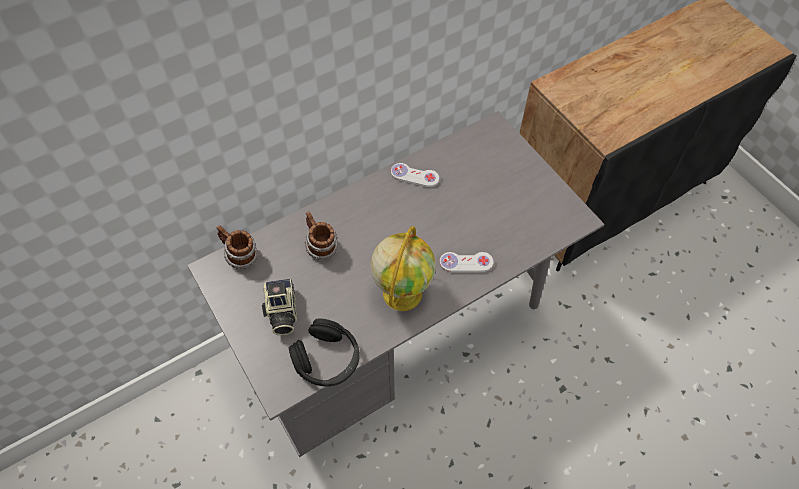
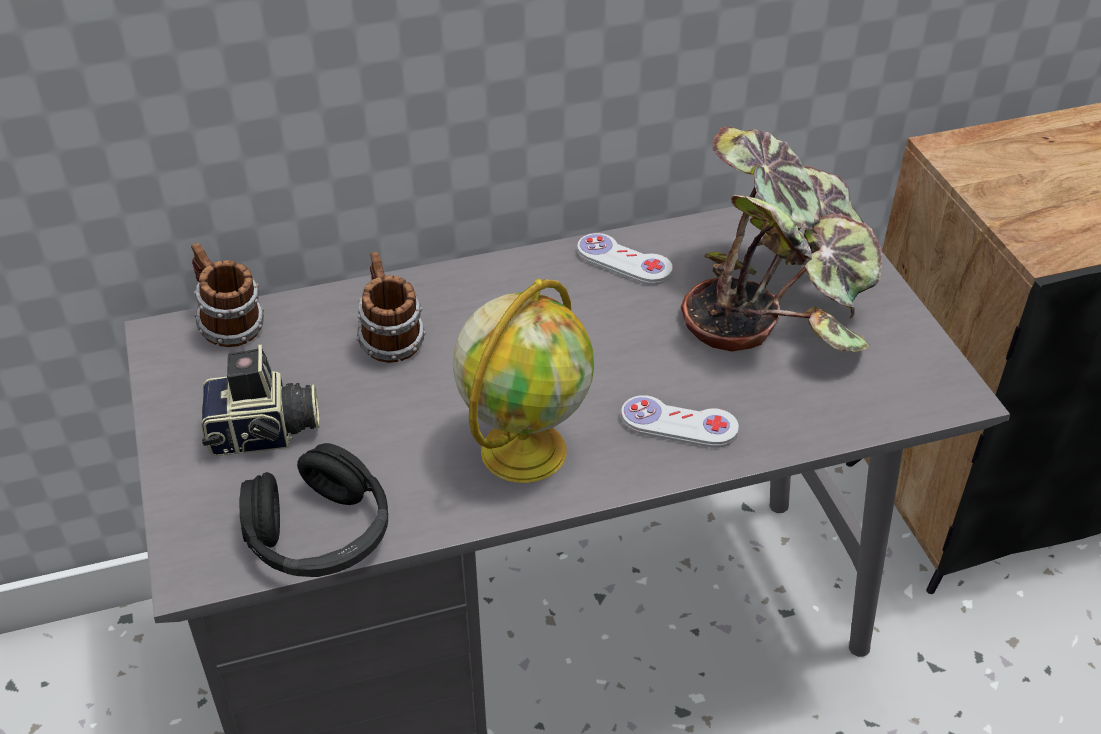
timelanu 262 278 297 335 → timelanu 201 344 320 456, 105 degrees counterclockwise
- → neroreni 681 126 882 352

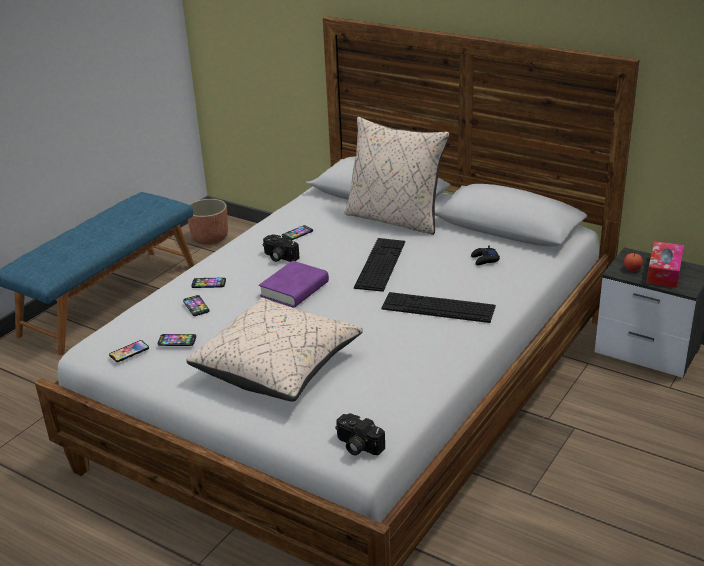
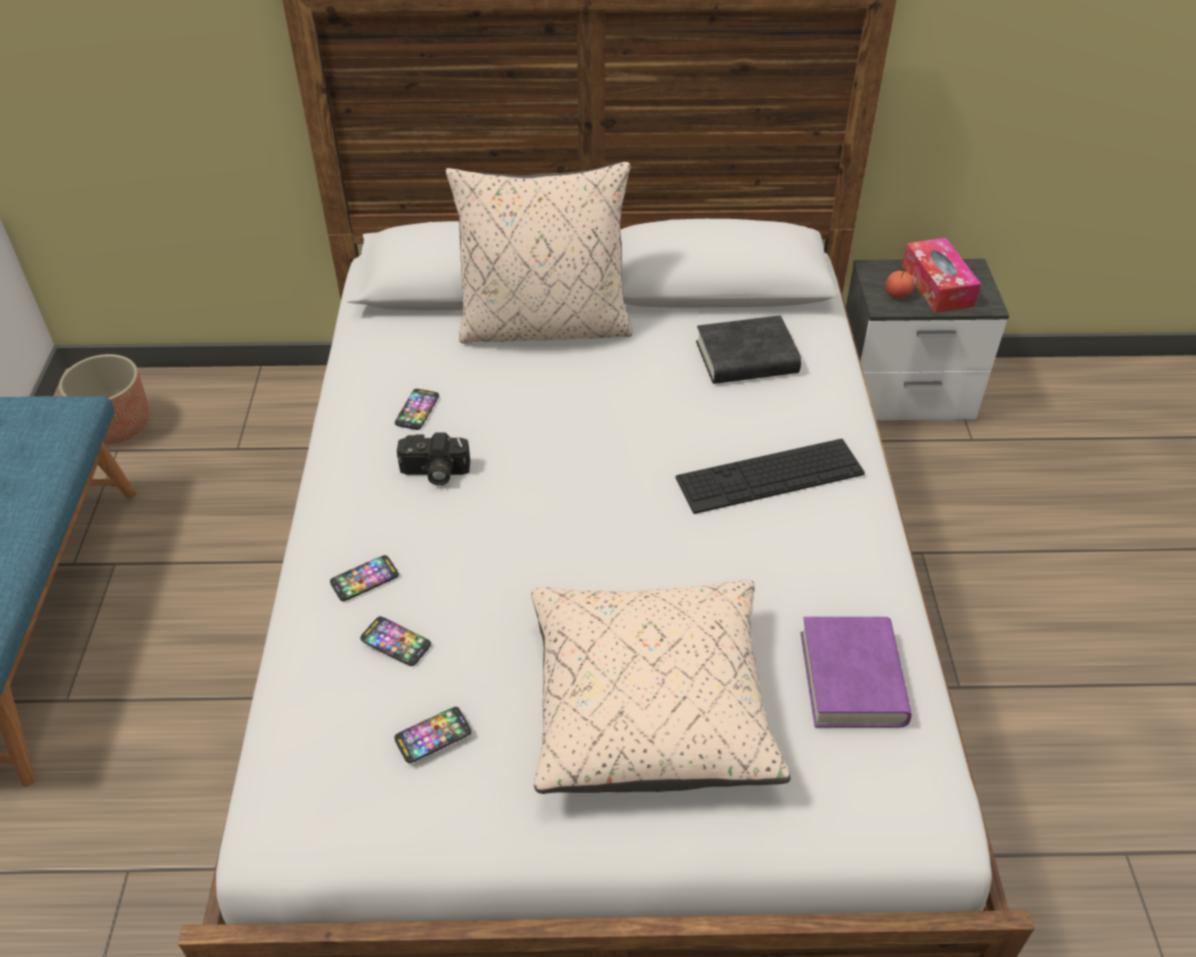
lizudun 109 340 149 362 → -
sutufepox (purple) 259 261 329 308 → sutufepox (purple) 801 617 912 727, shifted
timelanu 335 413 385 455 → -
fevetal 354 238 405 292 → -
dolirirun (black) 471 246 500 265 → sutufepox (black) 696 315 801 384

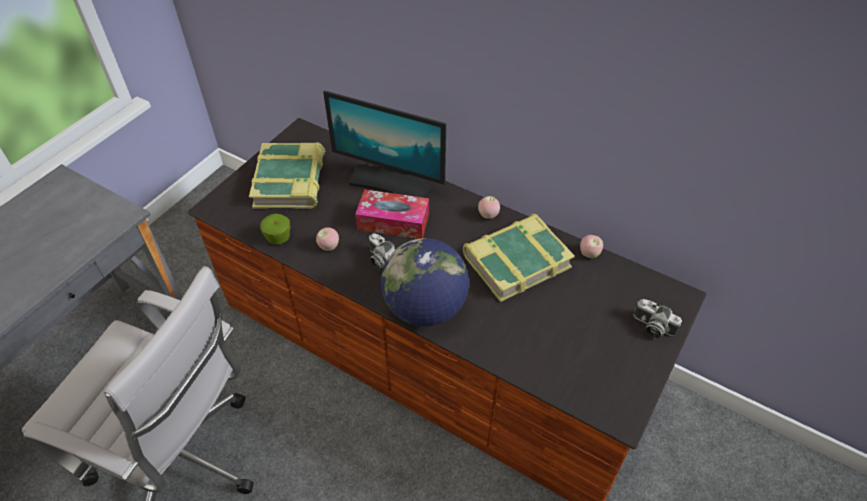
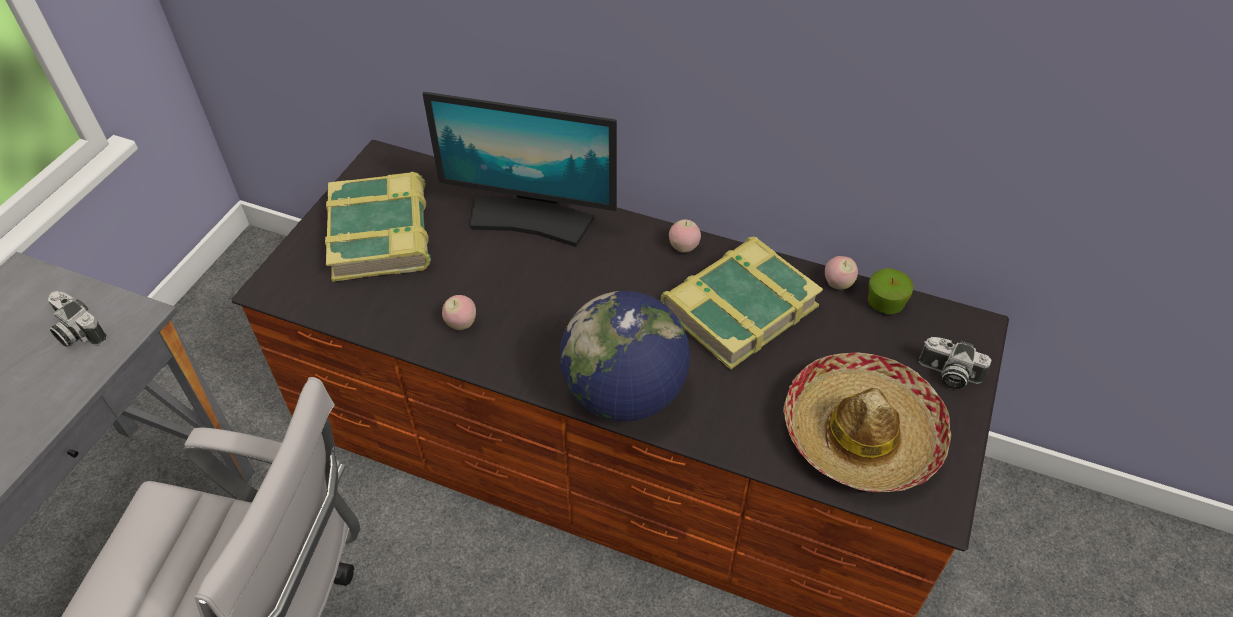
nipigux 260 214 290 244 → nipigux 868 268 914 314, shifted
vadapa 355 189 429 239 → -
timelanu 369 233 395 270 → timelanu 48 291 107 347, shifted
- → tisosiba 784 353 951 492

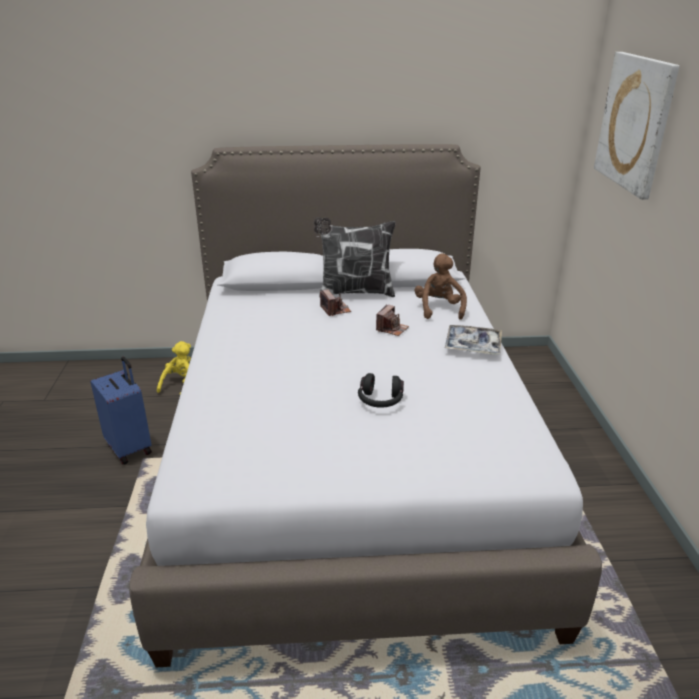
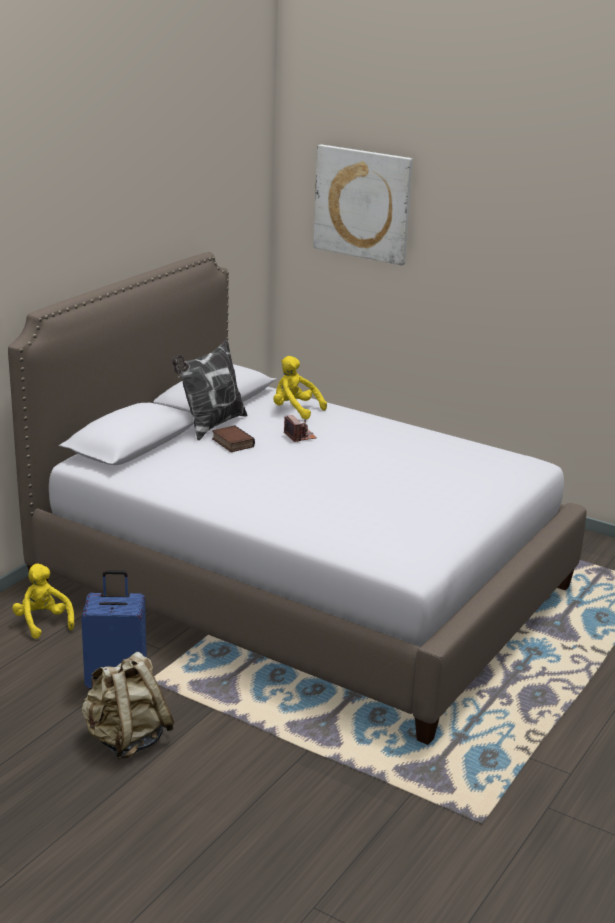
timelanu 320 290 351 316 → sutufepox 212 425 255 452
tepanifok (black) 358 373 404 408 → -
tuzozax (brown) 415 253 467 320 → tuzozax (yellow) 273 356 327 419
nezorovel 445 325 502 355 → -
- → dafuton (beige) 81 652 174 759

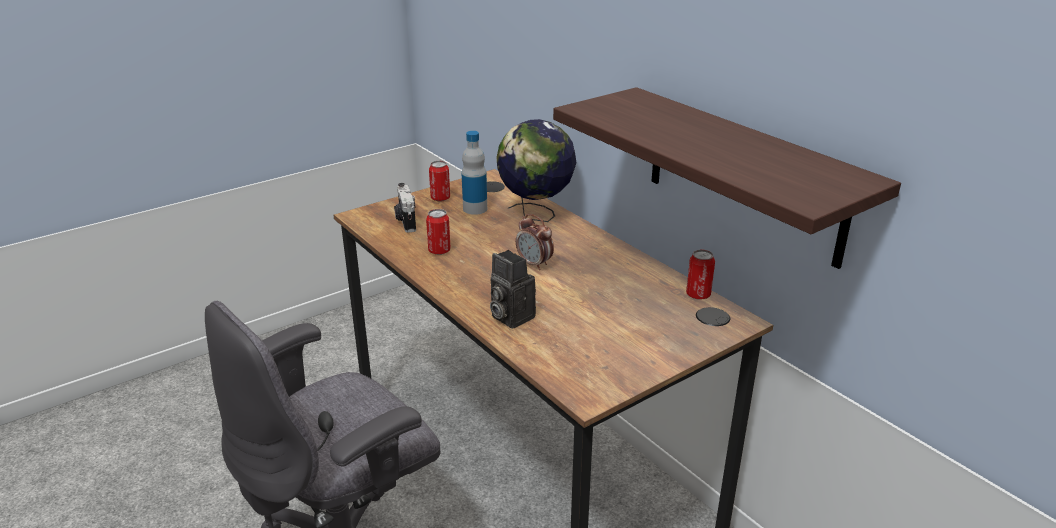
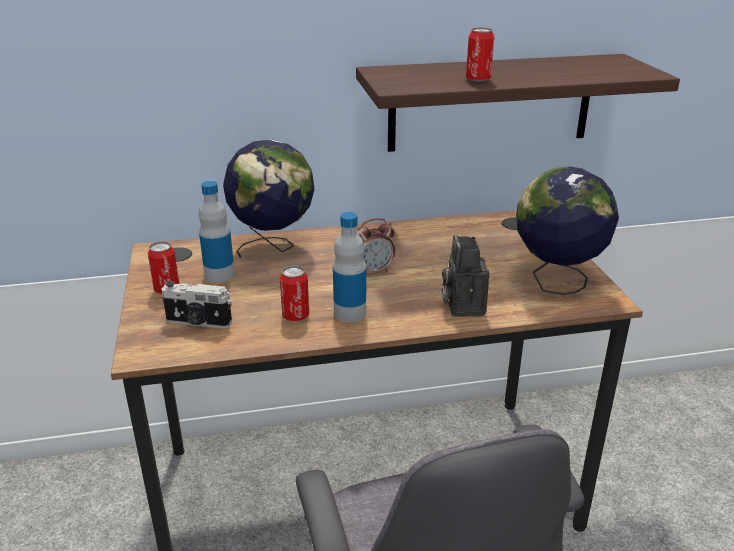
timelanu 490 250 536 329 → timelanu 441 234 489 317, 105 degrees clockwise
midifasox 686 249 715 300 → midifasox 466 27 494 82, shifted
- → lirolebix 333 212 366 322
- → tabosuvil 516 166 619 295

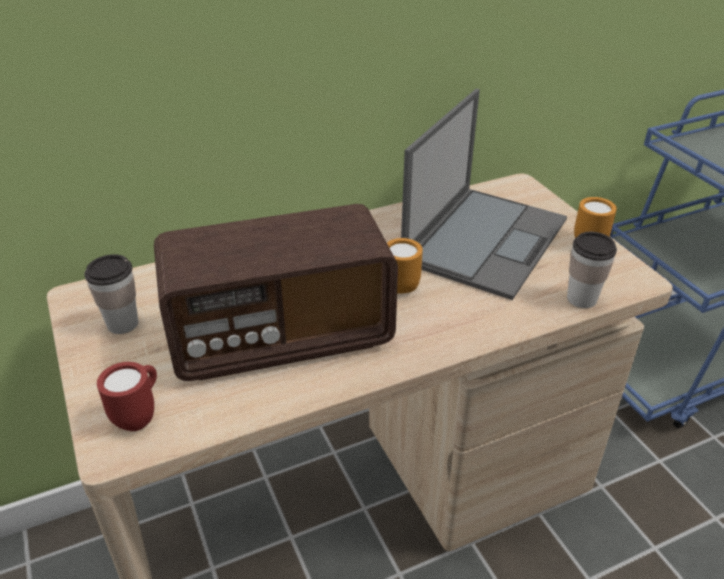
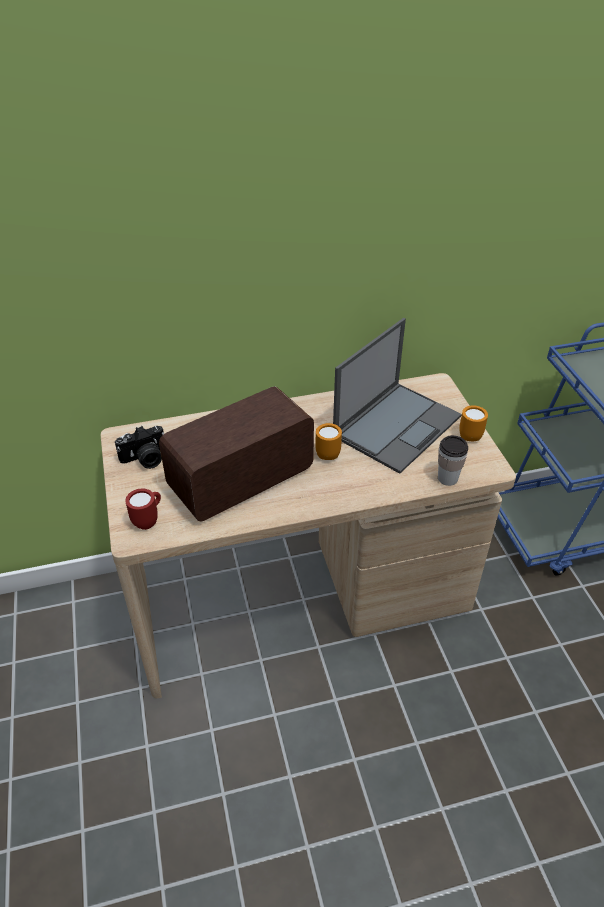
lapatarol 84 254 139 334 → timelanu 115 426 164 469
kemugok 154 204 398 381 → kemugok 159 386 314 521, 150 degrees clockwise

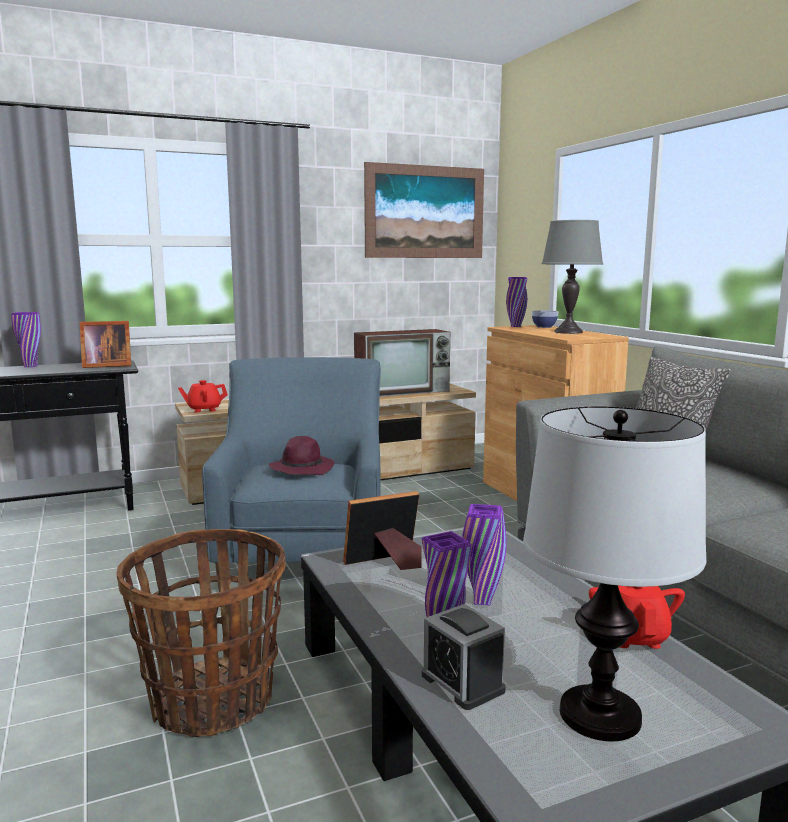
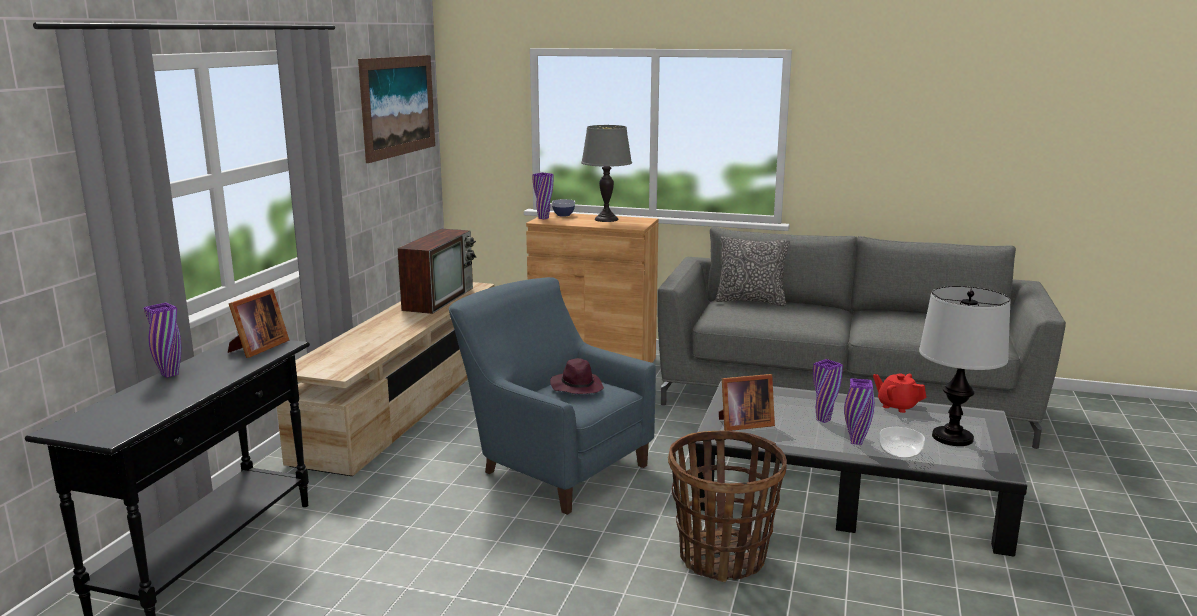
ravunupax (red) 178 380 228 413 → -
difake 343 491 422 570 → difake 719 374 775 431, 120 degrees counterclockwise
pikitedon 422 604 506 710 → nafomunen 879 427 925 459

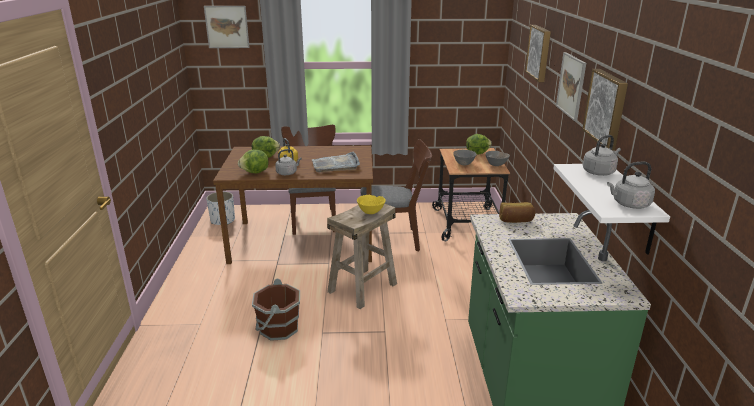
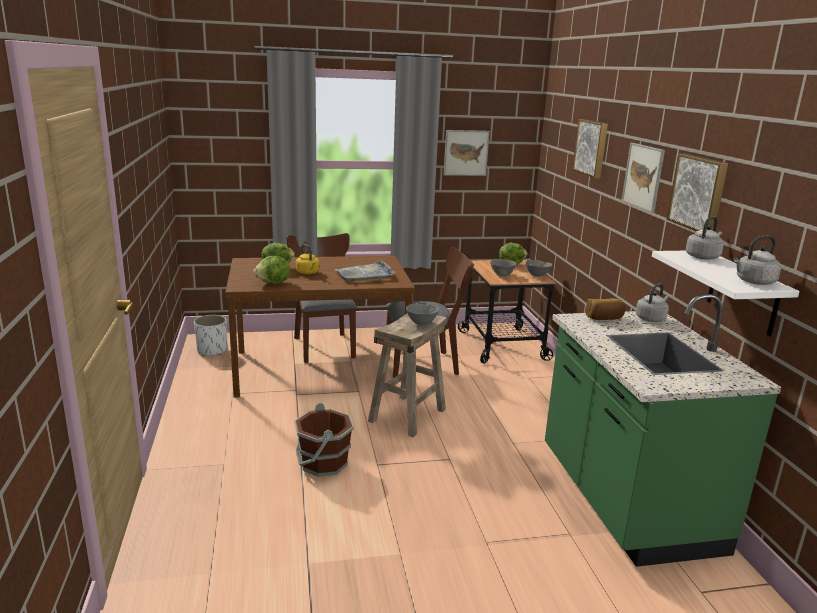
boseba 204 6 250 48 → boseba 444 130 490 176, shifted
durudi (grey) 275 149 302 175 → durudi (grey) 636 283 669 322, shifted
nafomunen (yellow) 357 195 386 214 → nafomunen (grey) 406 303 439 325

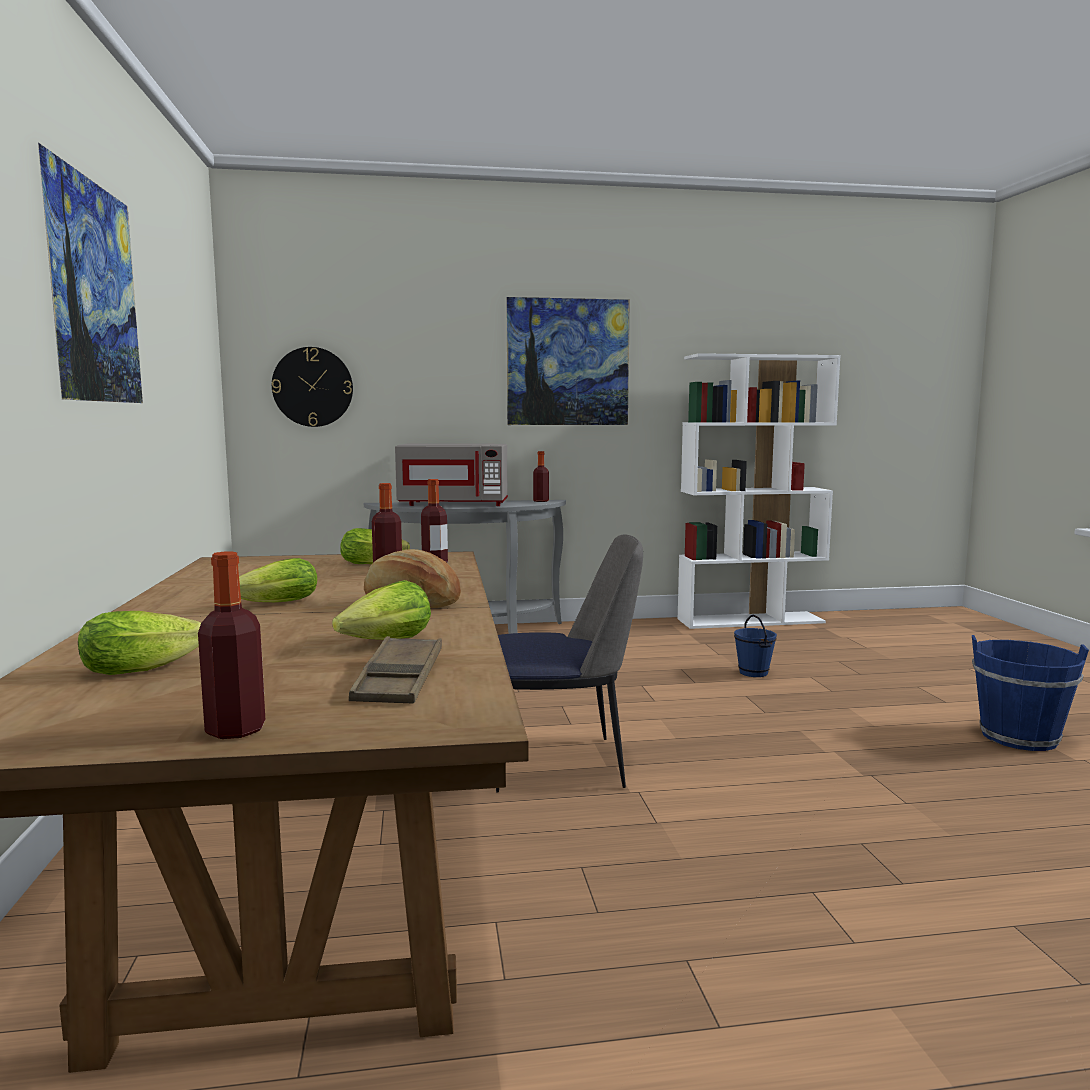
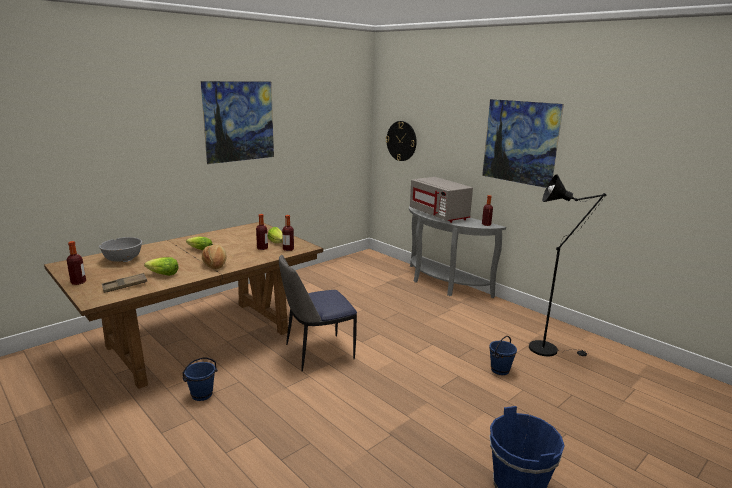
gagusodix 78 611 201 675 → nafomunen (grey) 99 237 142 262
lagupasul 496 535 643 793 → lagupasul 279 255 357 371, 105 degrees clockwise
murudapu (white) 677 353 841 629 → -
- → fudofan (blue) 182 357 218 401
- → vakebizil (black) 529 174 606 356

